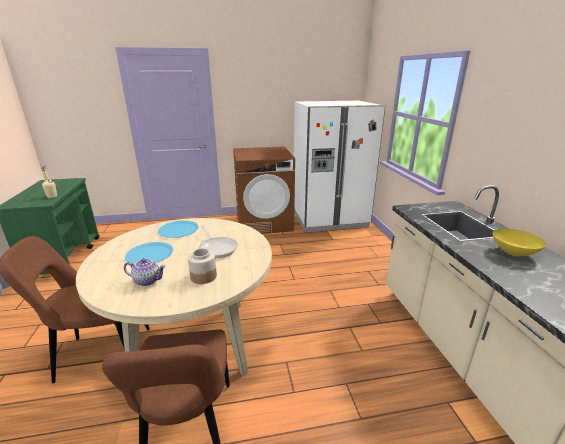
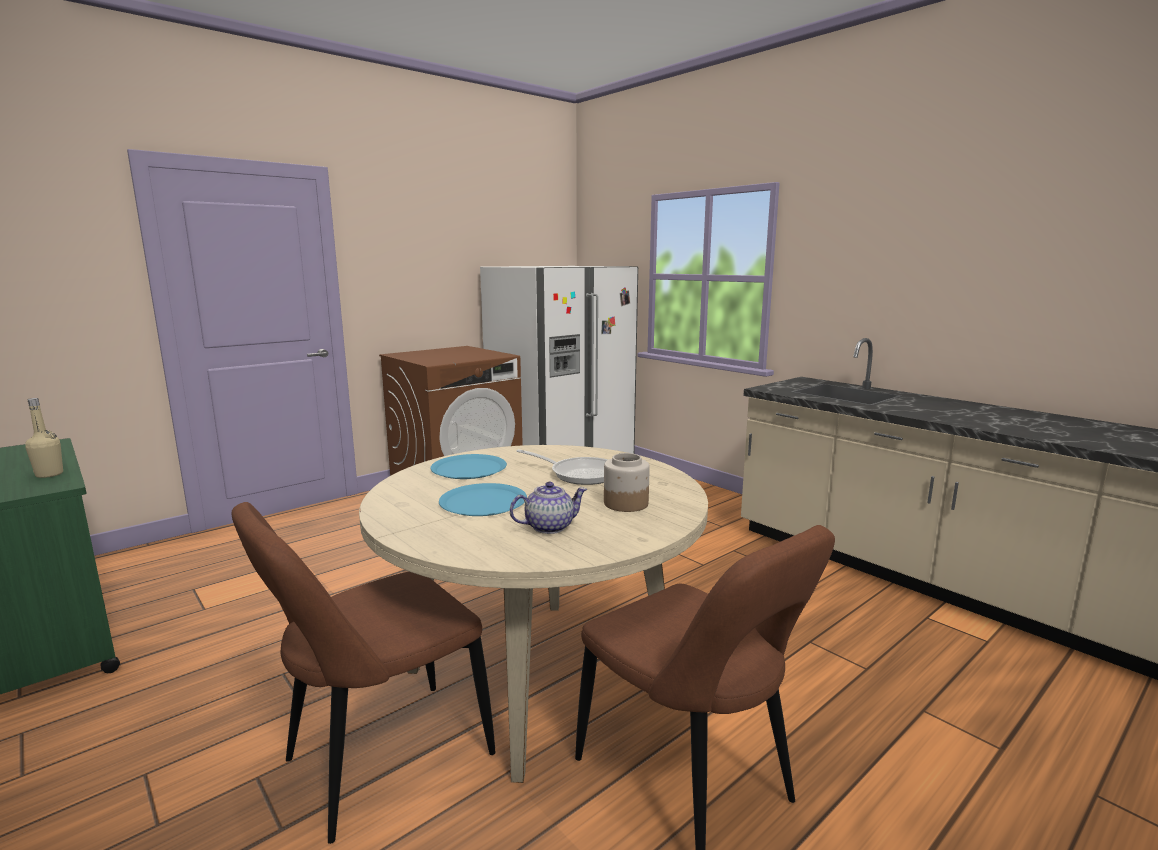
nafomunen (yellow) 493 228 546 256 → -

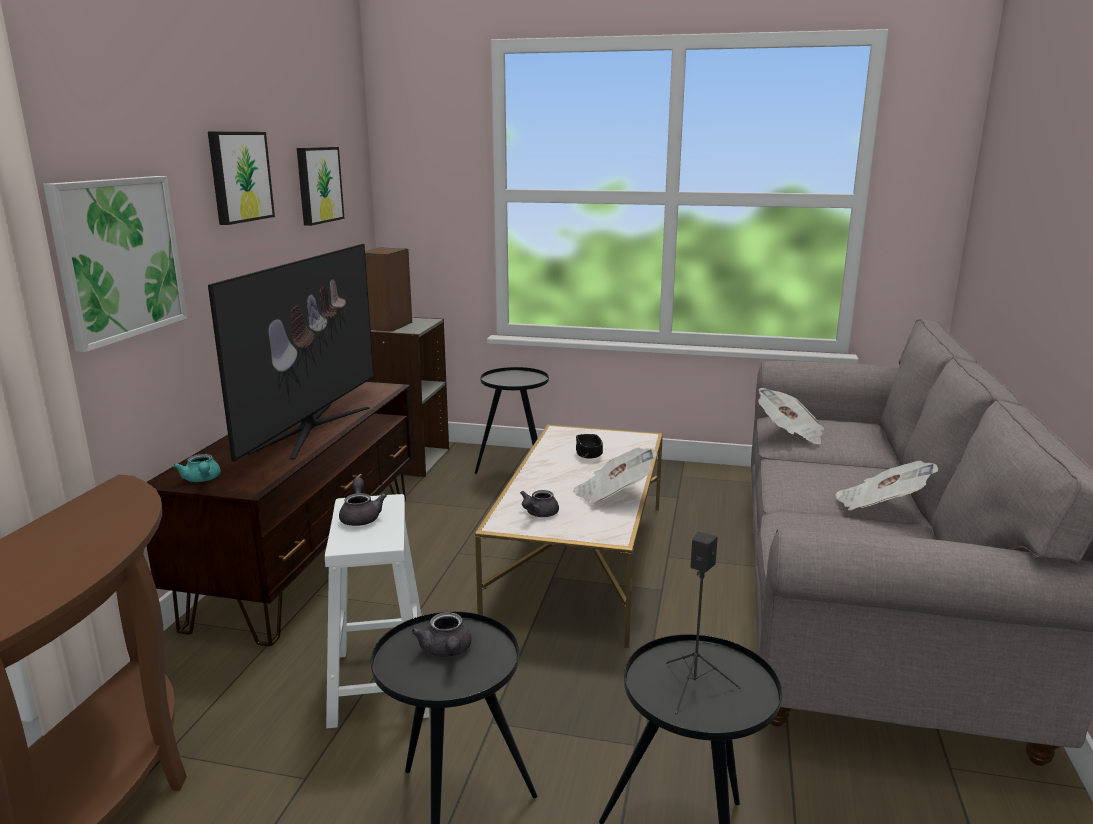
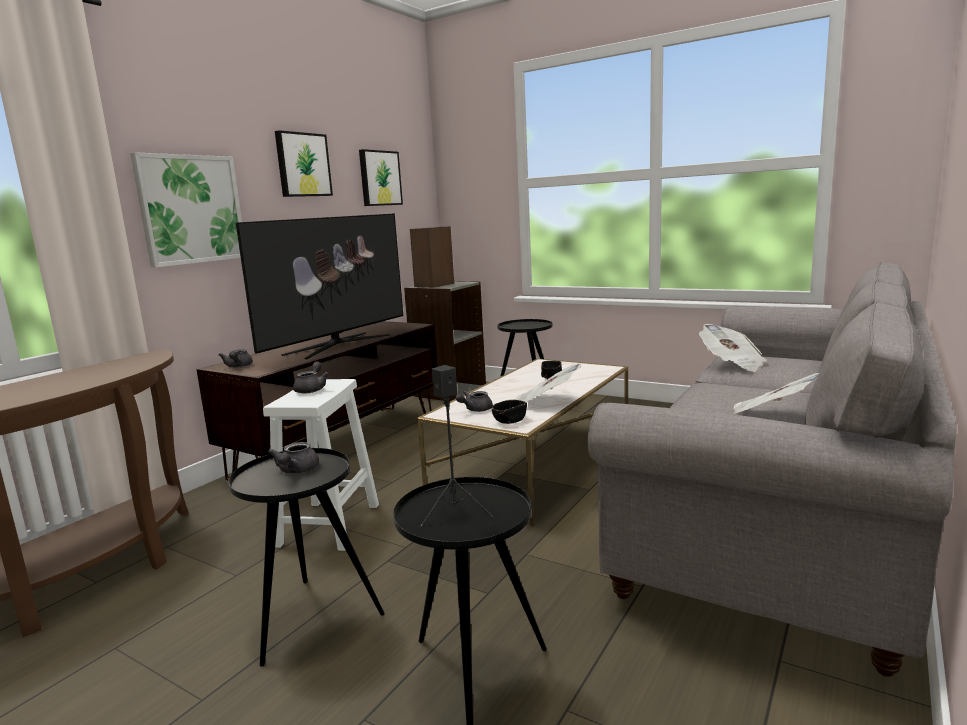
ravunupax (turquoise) 173 454 221 482 → ravunupax (grey) 219 349 253 368
- → nafomunen (black) 491 400 527 424

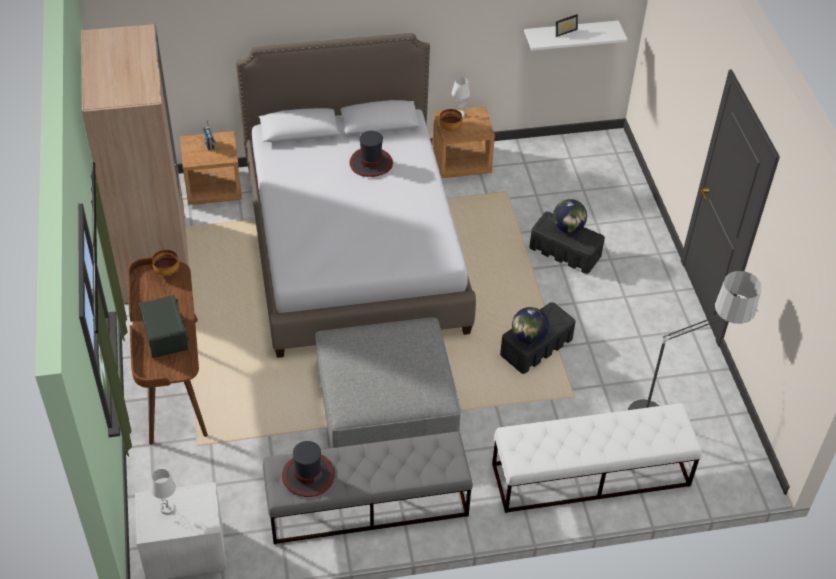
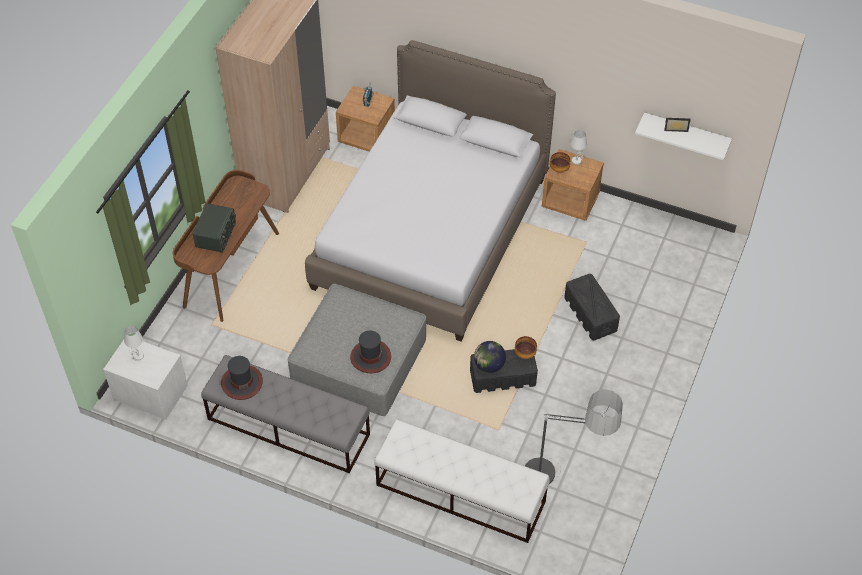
nafomunen 152 250 179 276 → nafomunen 515 336 537 359, shifted
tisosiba 349 131 393 177 → tisosiba 350 330 391 373, shifted
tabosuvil 553 199 587 233 → -

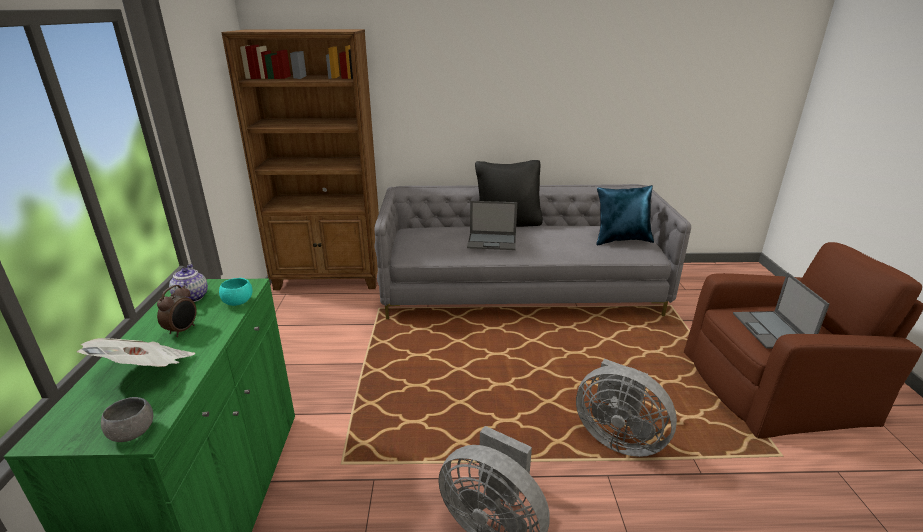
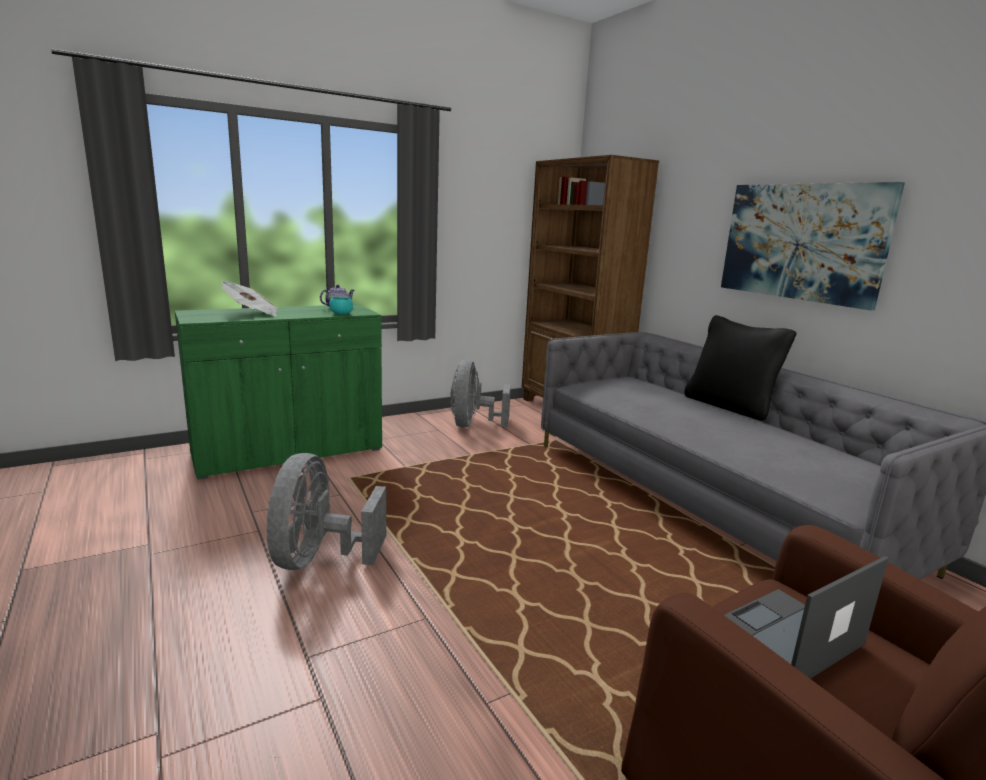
nafomunen (grey) 101 397 153 442 → -
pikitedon 157 285 196 337 → -
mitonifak 467 201 517 250 → -
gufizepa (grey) 576 359 677 457 → gufizepa (grey) 451 360 511 428, shifted
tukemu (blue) 596 185 654 245 → -
- → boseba 721 182 905 310

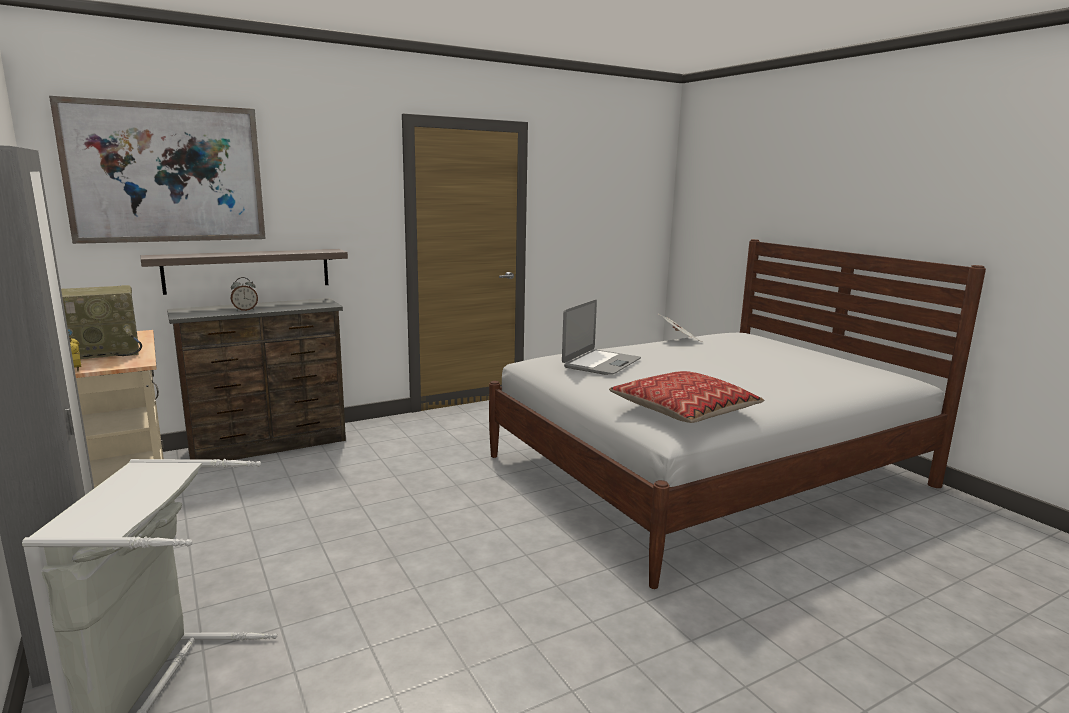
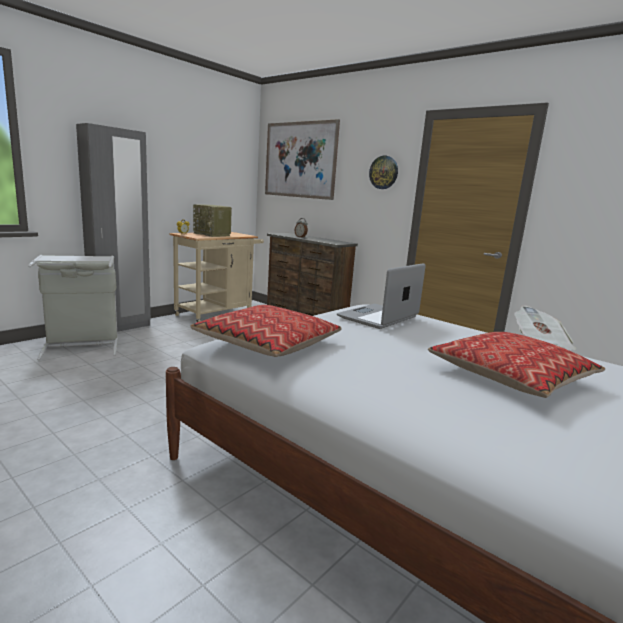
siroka 141 249 348 295 → -
mitonifak 562 300 641 375 → mitonifak 337 263 426 329, 120 degrees clockwise
- → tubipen 369 156 398 189
- → tukemu 428 332 605 398

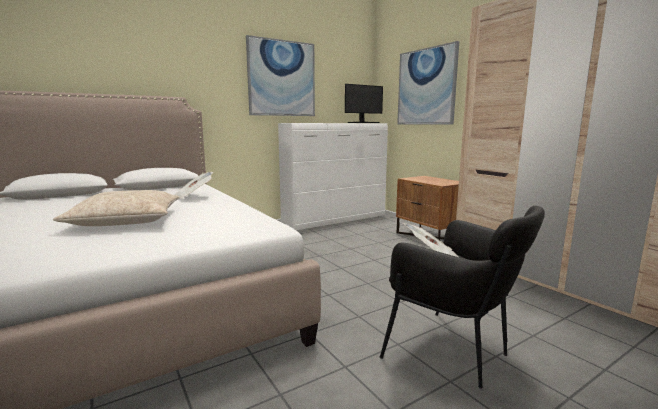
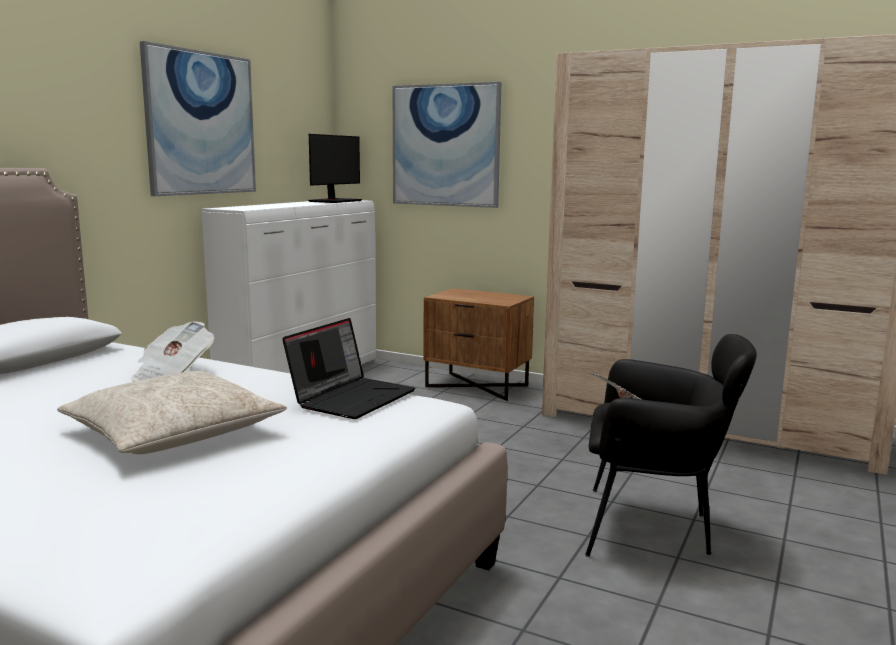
- → mitonifak 282 318 415 419

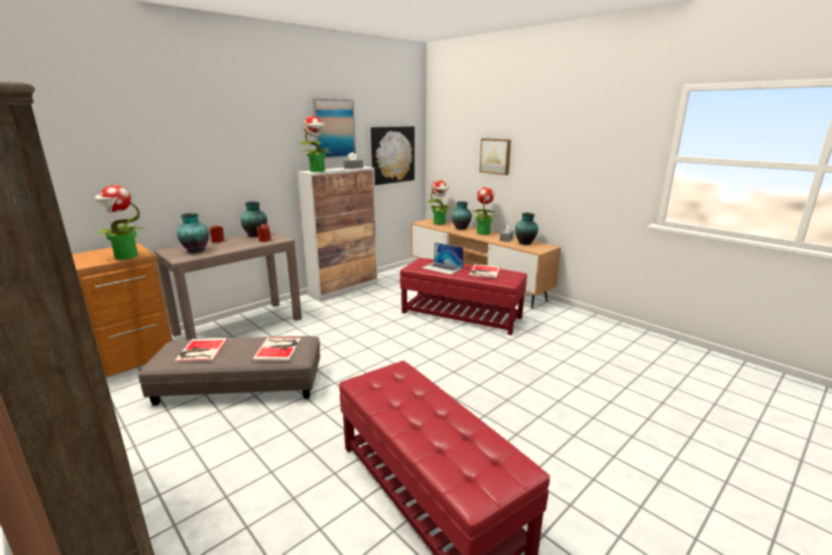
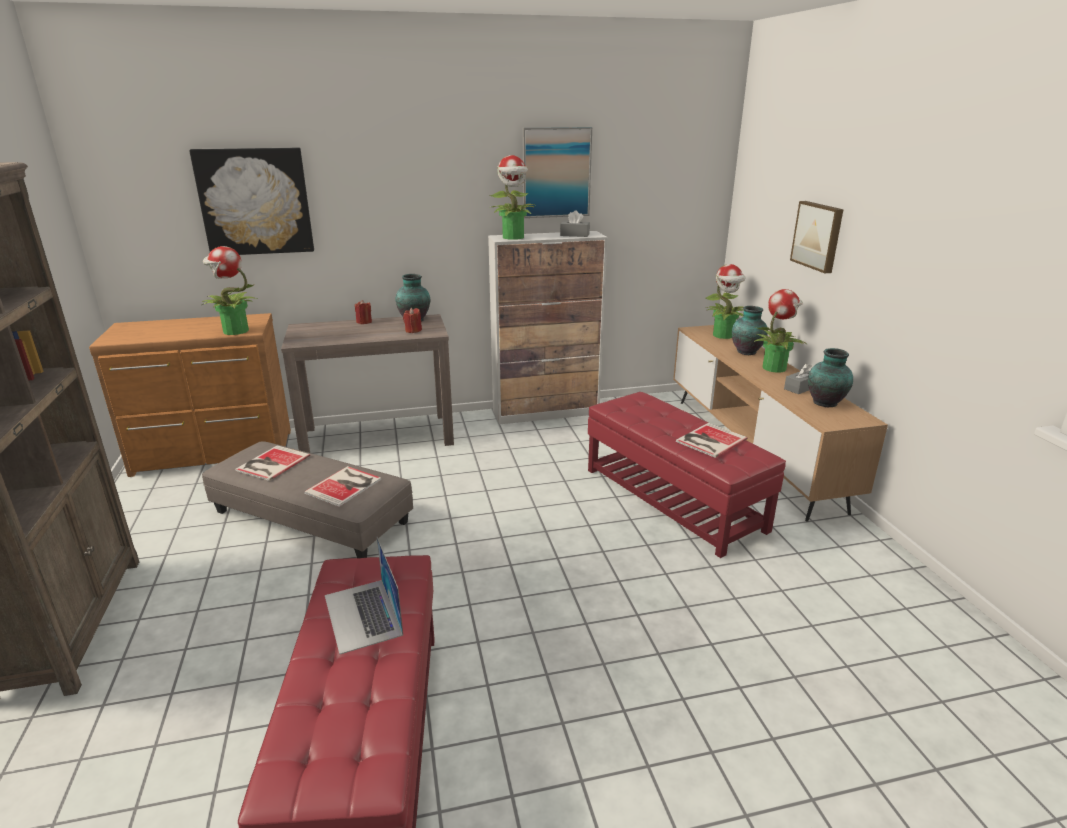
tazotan 177 213 209 253 → -
boseba 371 126 415 185 → boseba 189 147 314 255, shifted
mitonifak 422 242 463 275 → mitonifak 325 537 403 655, shifted

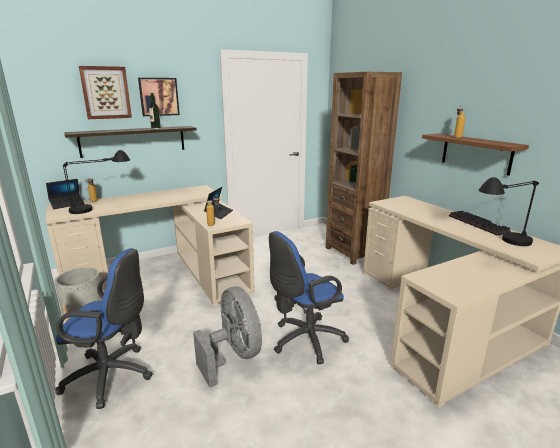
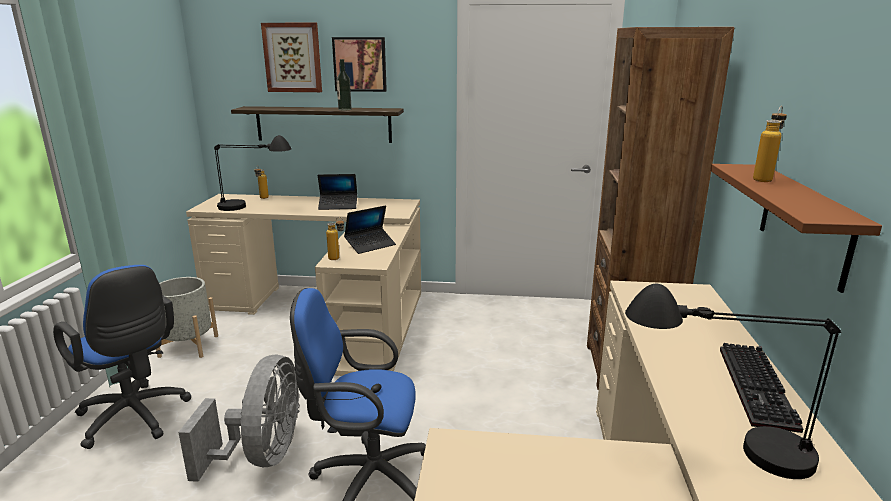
mitonifak 46 179 85 209 → mitonifak 318 174 357 210, shifted

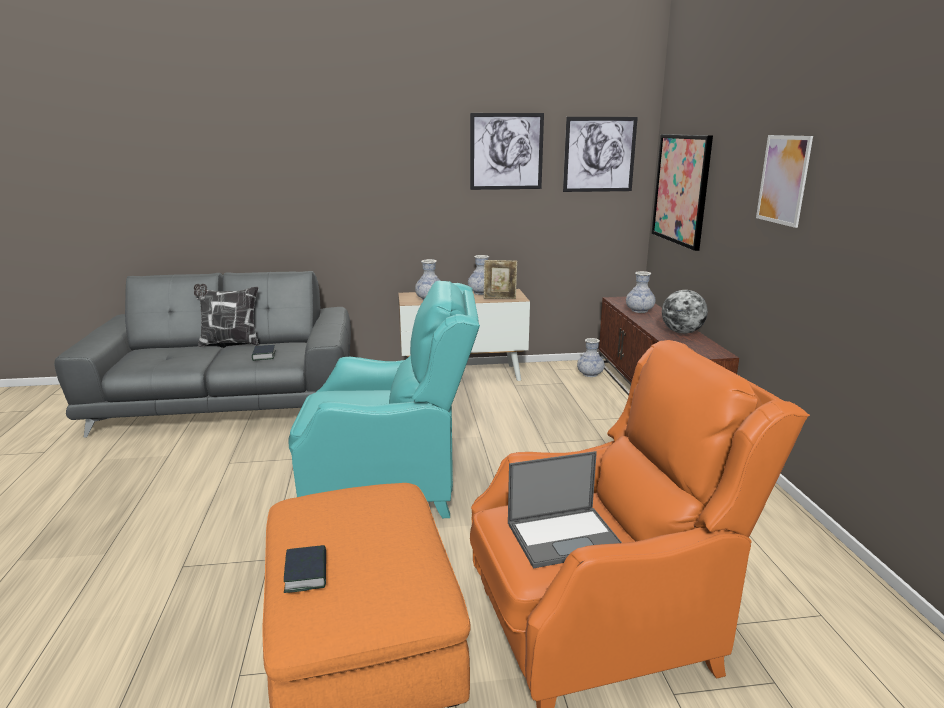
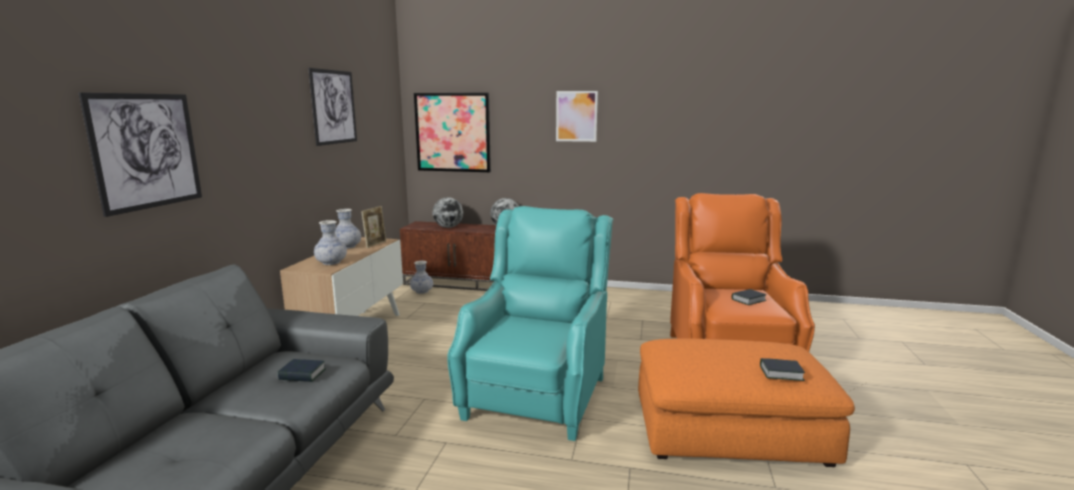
tukemu 194 284 259 347 → -
mitonifak 508 451 622 569 → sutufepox 732 289 767 305
boseba 563 117 638 192 → boseba 79 92 202 217, shifted
tazotan 626 271 656 313 → tabosuvil 433 197 463 228

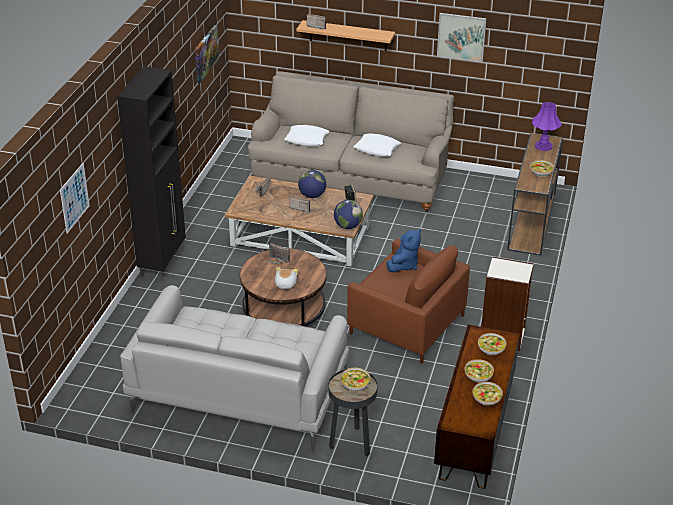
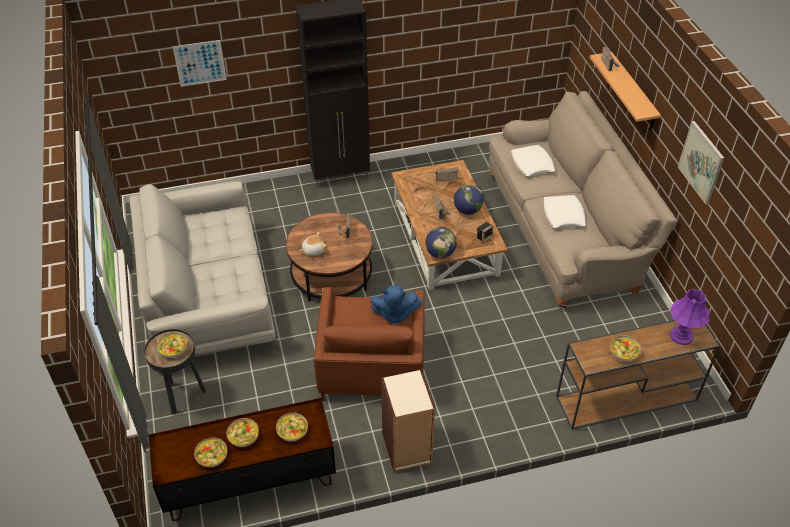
boseba 195 25 219 83 → -

